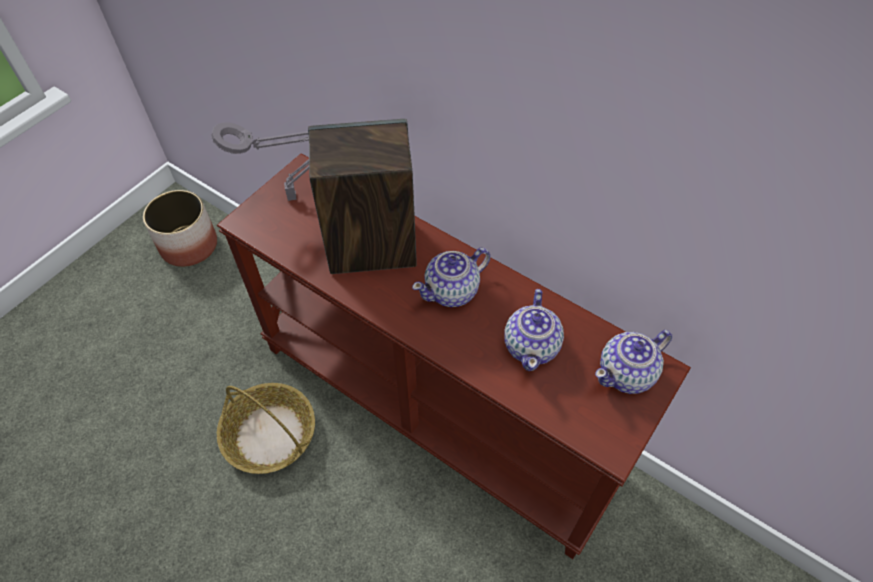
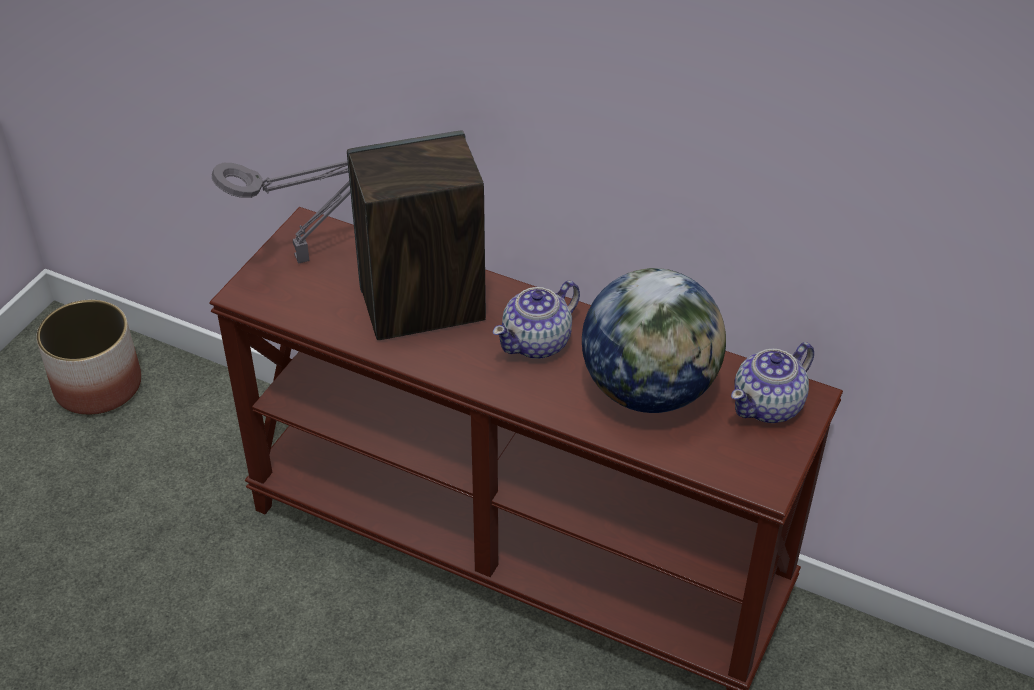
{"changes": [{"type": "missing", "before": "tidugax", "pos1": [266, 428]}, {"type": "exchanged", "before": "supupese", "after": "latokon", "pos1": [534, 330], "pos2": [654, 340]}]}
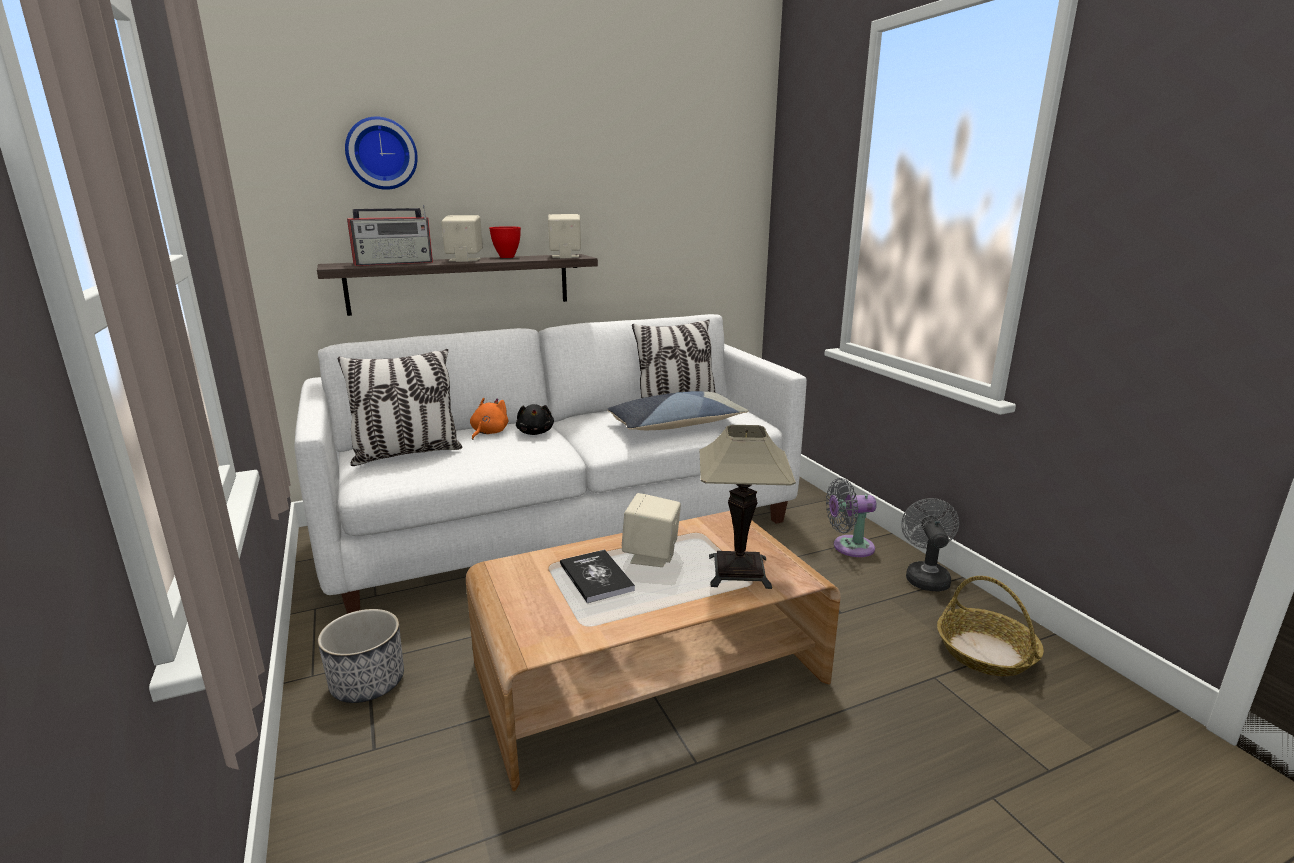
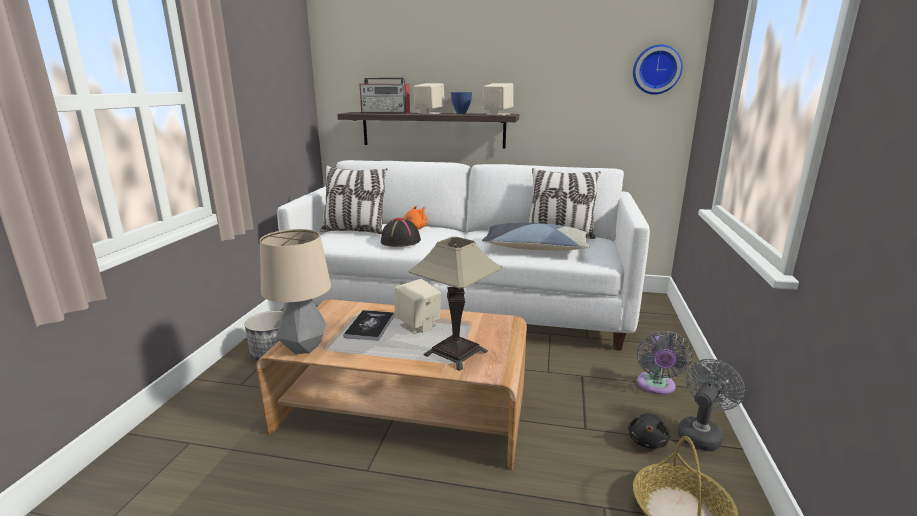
{"changes": [{"type": "relocated", "before": "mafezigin", "pos1": [381, 153], "pos2": [658, 69]}, {"type": "colour", "before": "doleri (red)", "after": "doleri (blue)", "pos1": [505, 242], "pos2": [461, 103]}, {"type": "relocated", "before": "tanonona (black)", "pos1": [535, 419], "pos2": [649, 431]}, {"type": "spun", "before": "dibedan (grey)", "pos1": [851, 517], "pos2": [664, 363], "turn": -105}, {"type": "appeared", "after": "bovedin", "pos2": [295, 291]}, {"type": "appeared", "after": "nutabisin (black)", "pos2": [401, 232]}]}
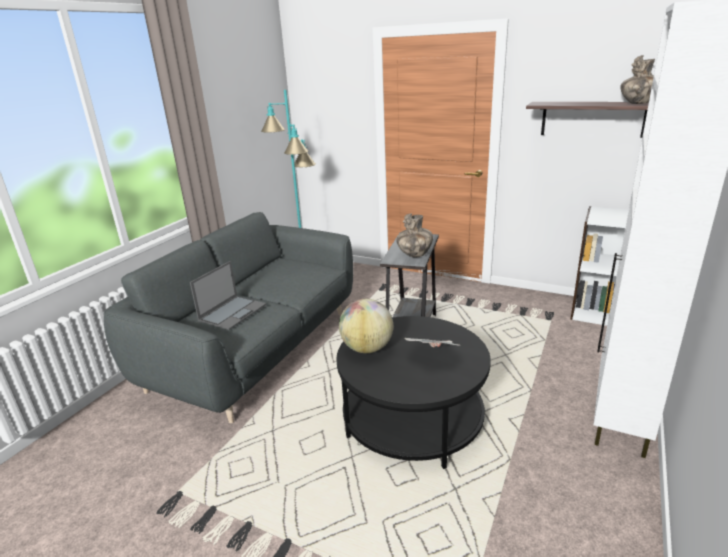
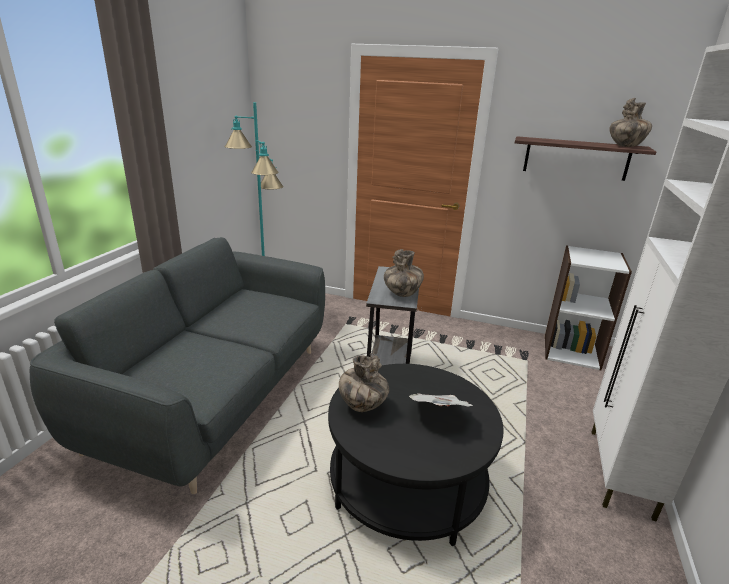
{"changes": [{"type": "missing", "before": "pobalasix", "pos1": [228, 295]}, {"type": "exchanged", "before": "latokon", "after": "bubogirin", "pos1": [366, 326], "pos2": [364, 382]}]}
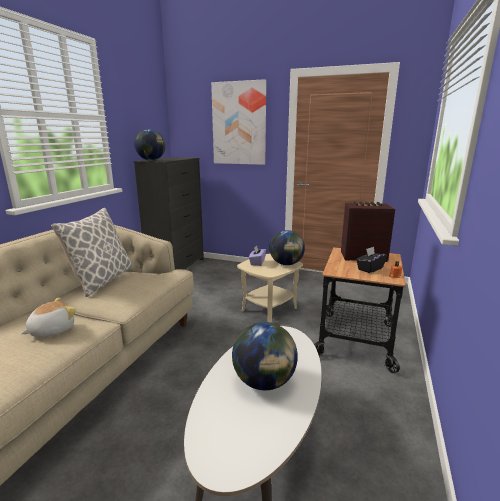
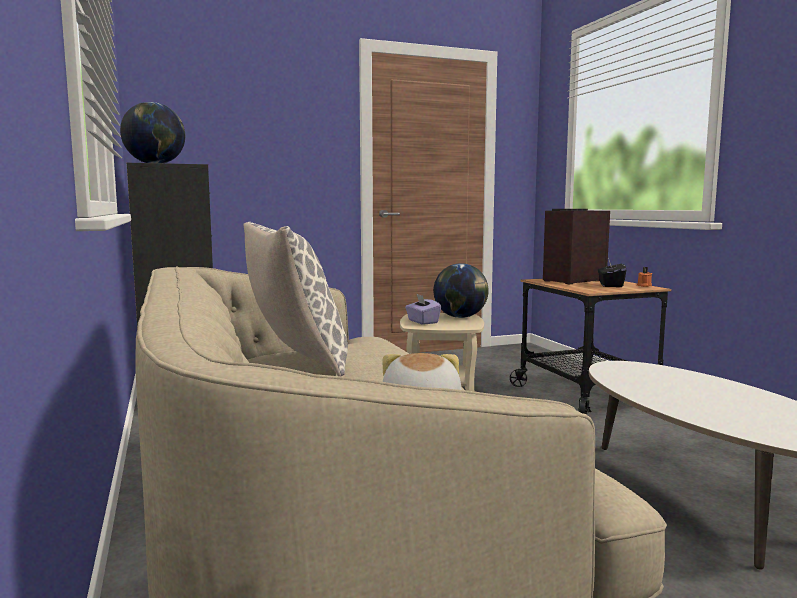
{"changes": [{"type": "missing", "before": "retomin", "pos1": [238, 122]}, {"type": "missing", "before": "latokon", "pos1": [265, 356]}]}
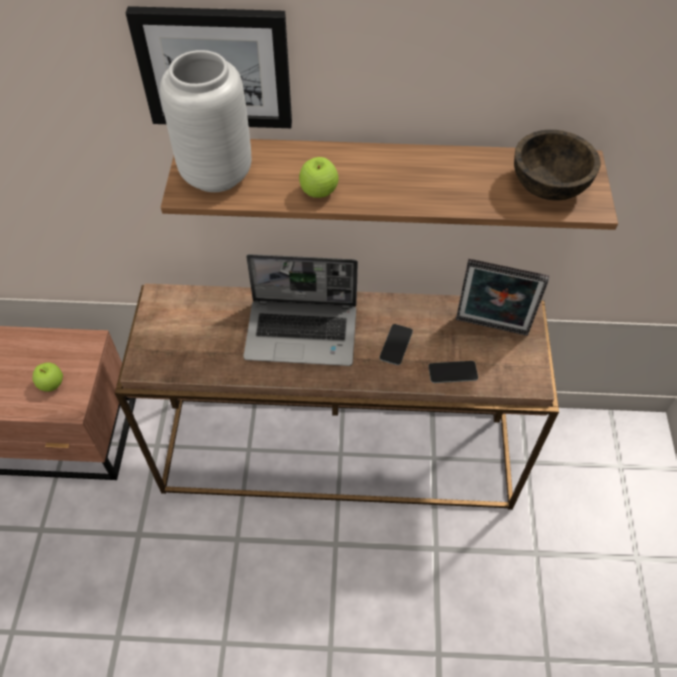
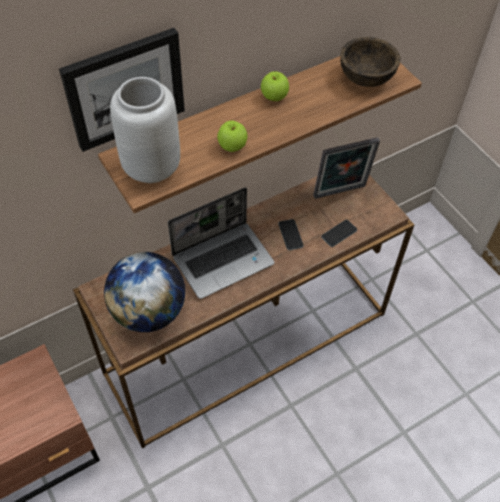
{"changes": [{"type": "relocated", "before": "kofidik", "pos1": [47, 377], "pos2": [275, 86]}, {"type": "appeared", "after": "latokon", "pos2": [144, 292]}]}
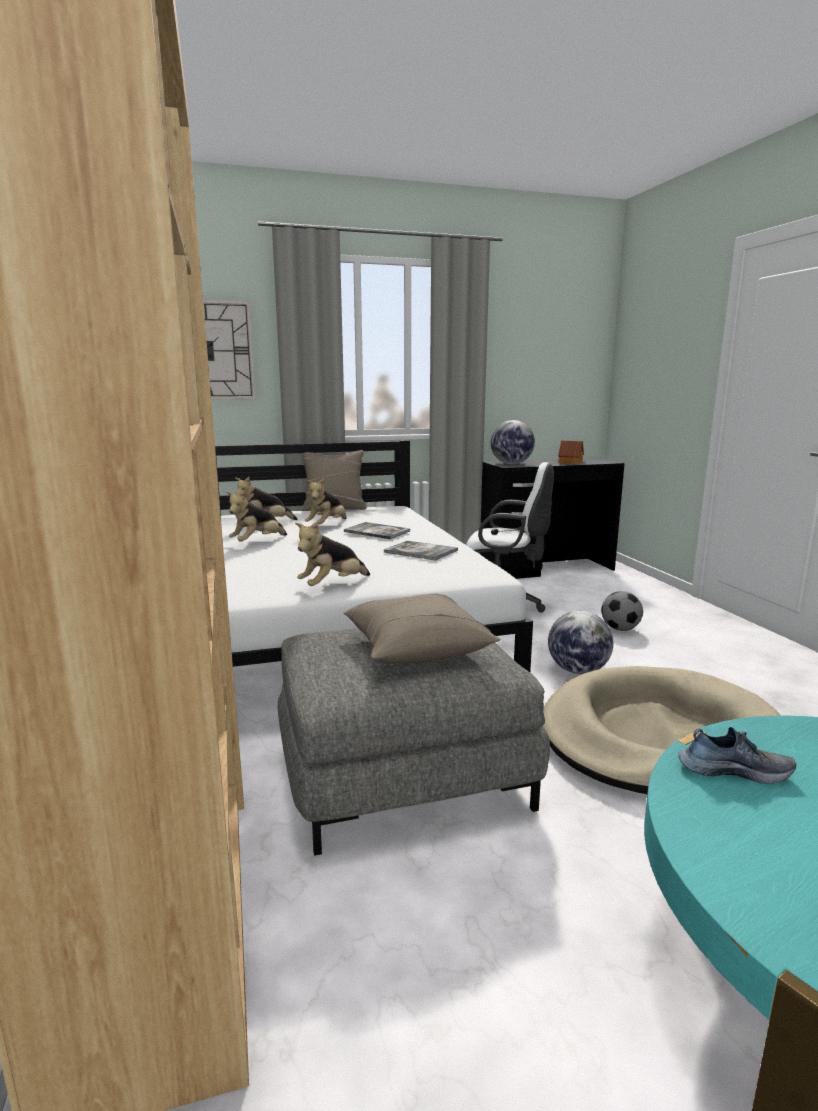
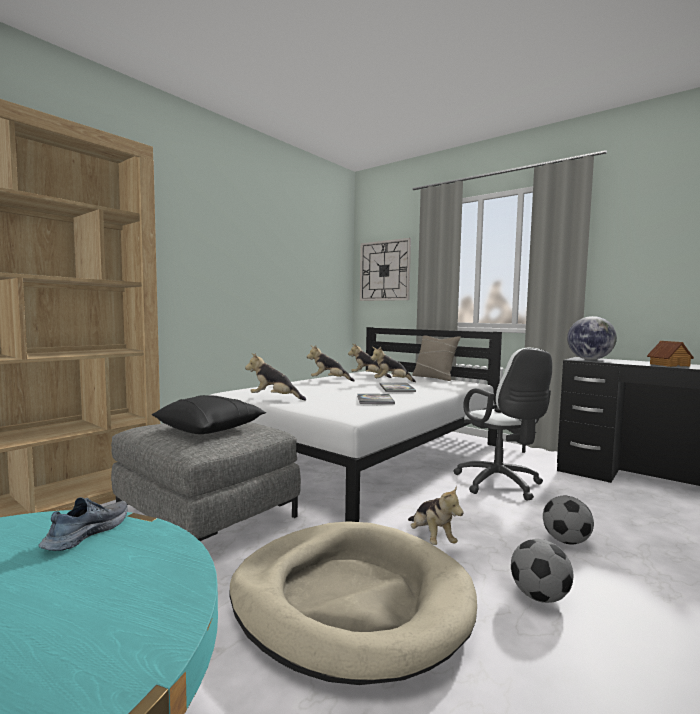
{"changes": [{"type": "colour", "before": "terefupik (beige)", "after": "terefupik (black)", "pos1": [422, 629], "pos2": [209, 414]}, {"type": "exchanged", "before": "latokon", "after": "tanonona", "pos1": [580, 642], "pos2": [436, 515]}, {"type": "spun", "before": "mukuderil", "pos1": [737, 755], "pos2": [83, 524], "turn": -135}, {"type": "appeared", "after": "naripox", "pos2": [542, 571]}]}
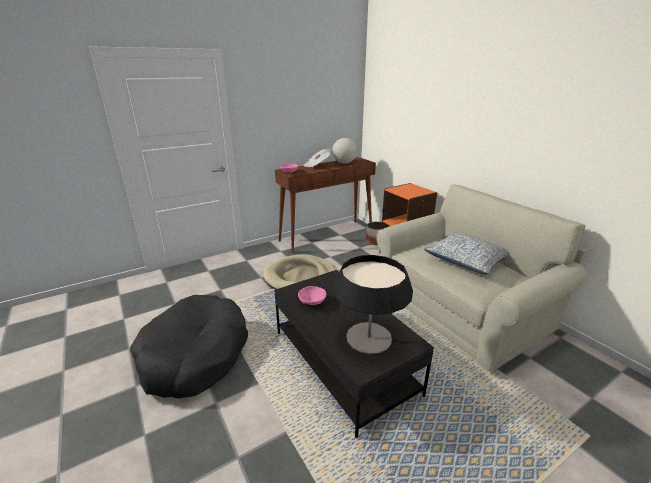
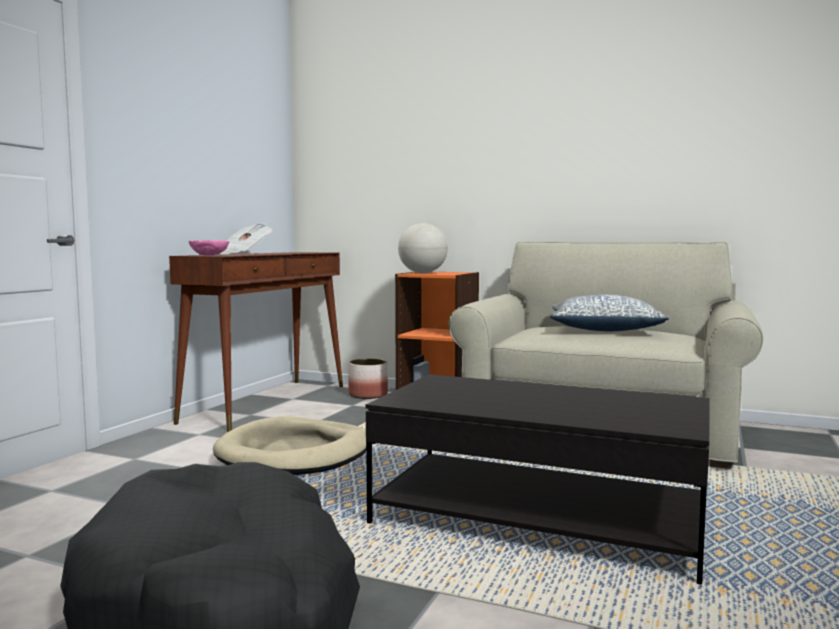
{"changes": [{"type": "missing", "before": "doleri (pink)", "pos1": [312, 295]}, {"type": "relocated", "before": "latokon", "pos1": [344, 151], "pos2": [423, 248]}, {"type": "missing", "before": "bovedin", "pos1": [373, 304]}]}
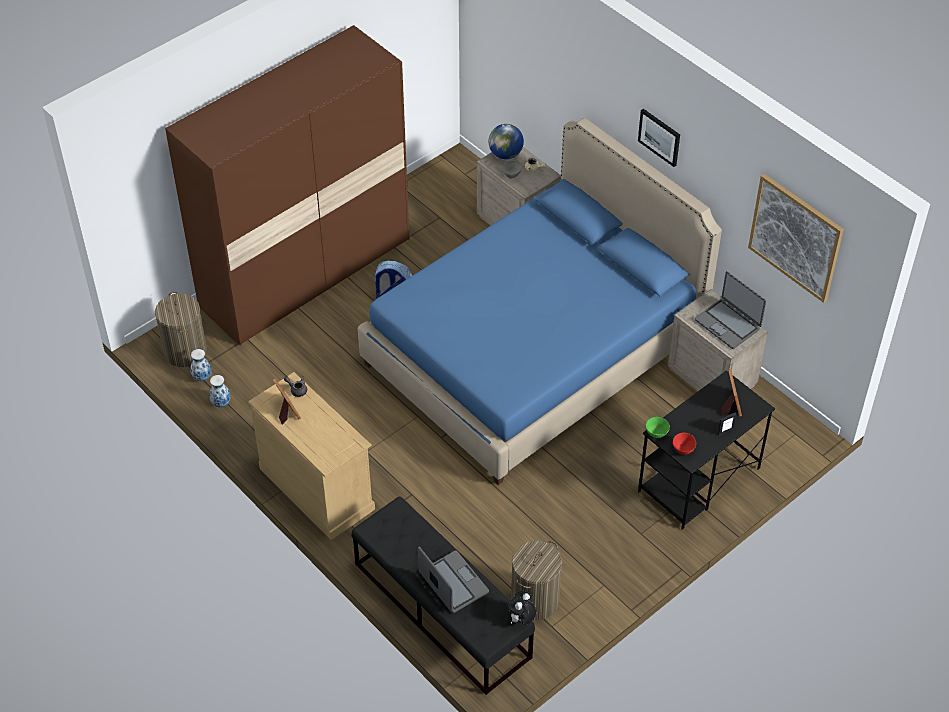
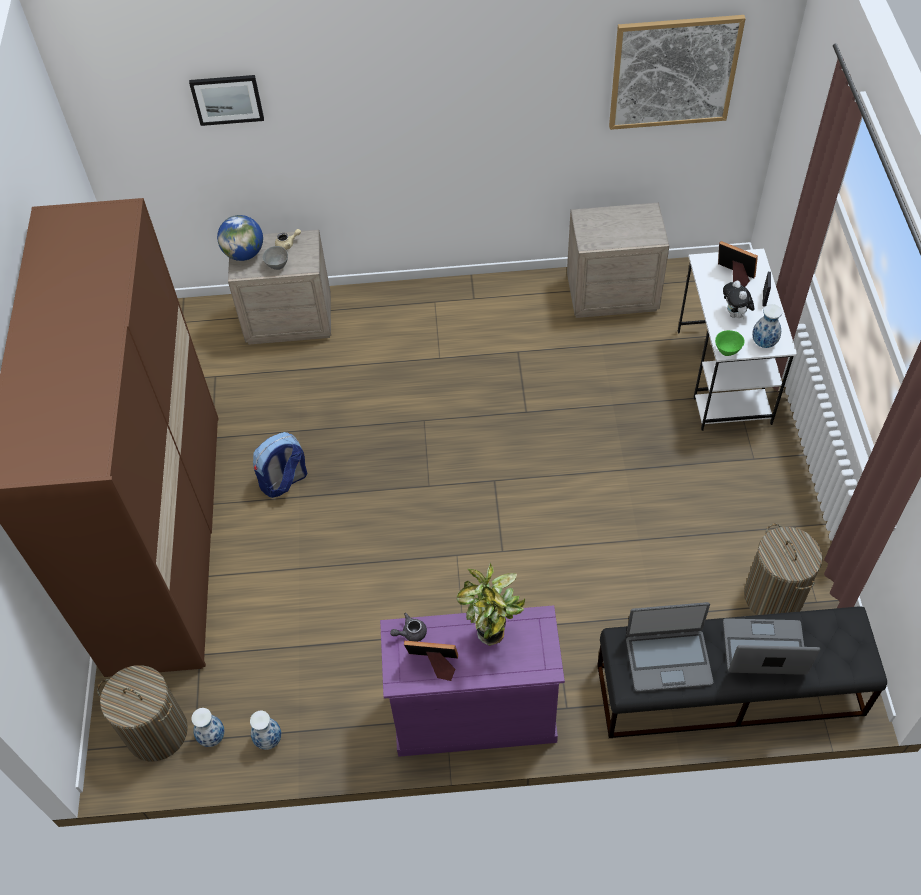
{"changes": [{"type": "colour", "before": "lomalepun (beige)", "after": "lomalepun (purple)", "pos1": [311, 456], "pos2": [472, 681]}, {"type": "missing", "before": "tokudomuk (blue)", "pos1": [540, 301]}, {"type": "relocated", "before": "tanonona", "pos1": [522, 608], "pos2": [738, 299]}, {"type": "relocated", "before": "retomin", "pos1": [659, 138], "pos2": [226, 100]}, {"type": "colour", "before": "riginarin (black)", "after": "riginarin (white)", "pos1": [706, 450], "pos2": [737, 340]}, {"type": "exchanged", "before": "doleri (red)", "after": "bubogirin", "pos1": [684, 444], "pos2": [767, 326]}, {"type": "relocated", "before": "pobalasix", "pos1": [730, 310], "pos2": [669, 647]}, {"type": "appeared", "after": "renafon", "pos2": [491, 604]}]}
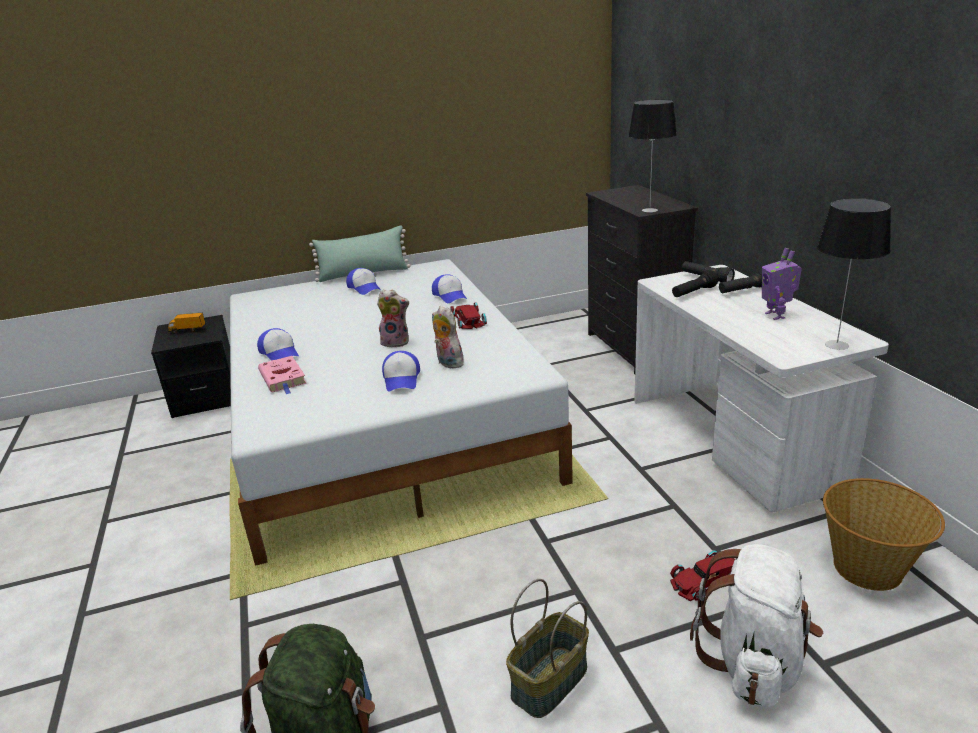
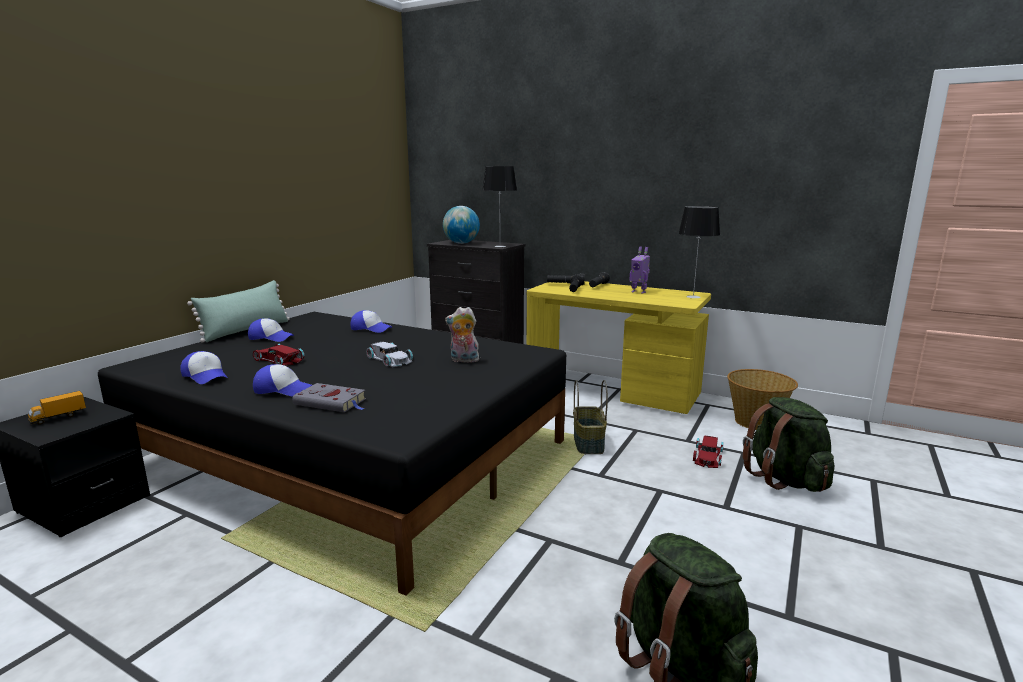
{"changes": [{"type": "colour", "before": "tokudomuk (white)", "after": "tokudomuk (black)", "pos1": [401, 412], "pos2": [332, 454]}, {"type": "colour", "before": "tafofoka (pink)", "after": "tafofoka (grey)", "pos1": [282, 375], "pos2": [329, 397]}, {"type": "exchanged", "before": "tanonona", "after": "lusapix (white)", "pos1": [393, 318], "pos2": [389, 354]}, {"type": "relocated", "before": "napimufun", "pos1": [401, 371], "pos2": [204, 367]}, {"type": "relocated", "before": "lusapix (red)", "pos1": [468, 315], "pos2": [278, 355]}, {"type": "relocated", "before": "tidugax", "pos1": [547, 648], "pos2": [590, 417]}, {"type": "colour", "before": "riginarin (white)", "after": "riginarin (yellow)", "pos1": [761, 388], "pos2": [618, 347]}, {"type": "colour", "before": "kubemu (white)", "after": "kubemu (green)", "pos1": [756, 625], "pos2": [788, 444]}, {"type": "appeared", "after": "latokon", "pos2": [461, 225]}]}
